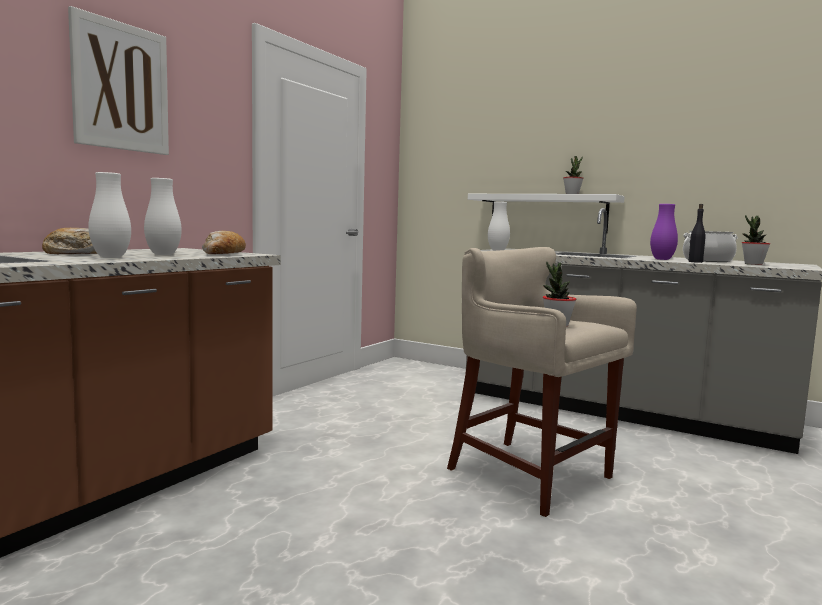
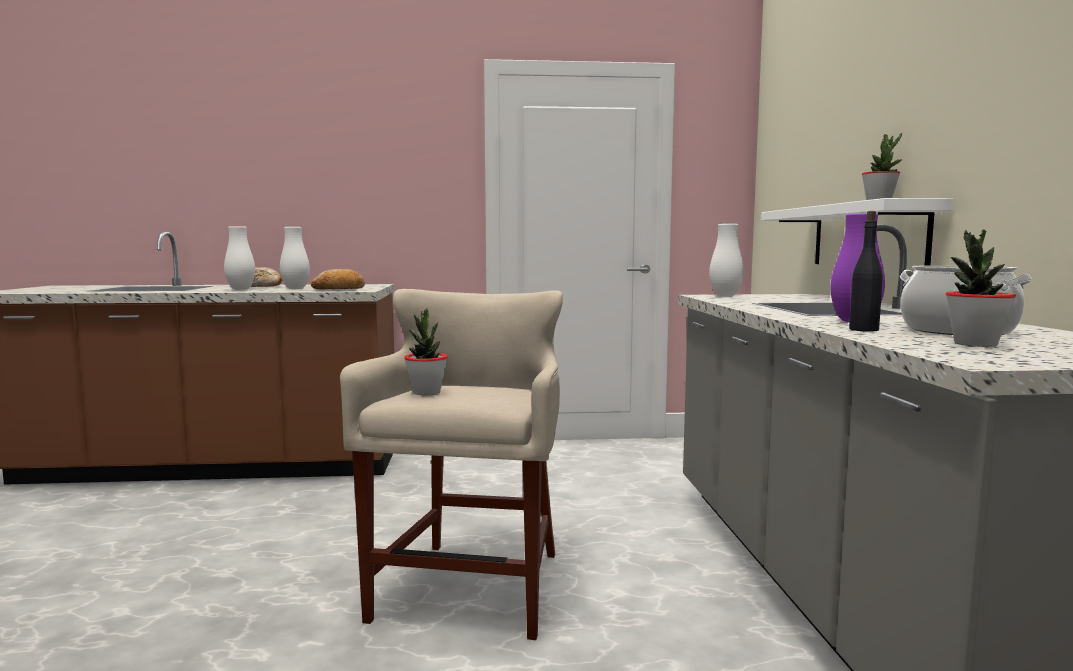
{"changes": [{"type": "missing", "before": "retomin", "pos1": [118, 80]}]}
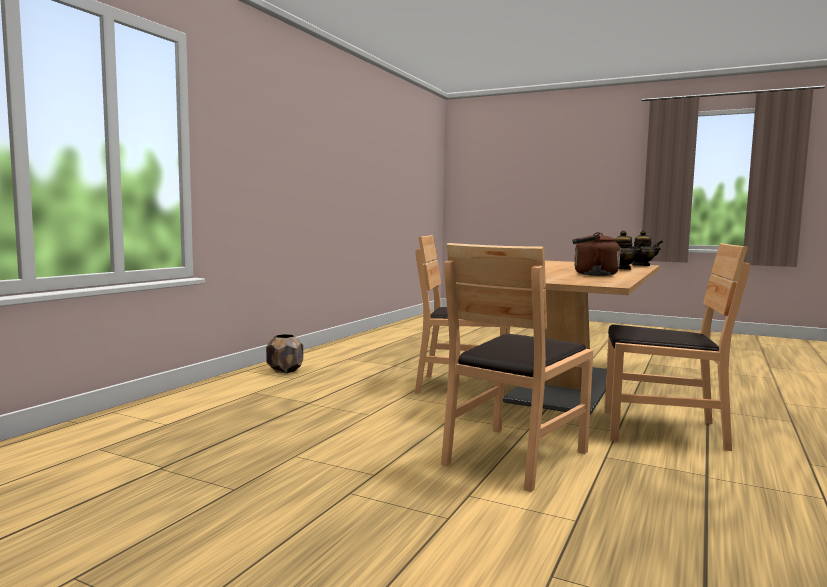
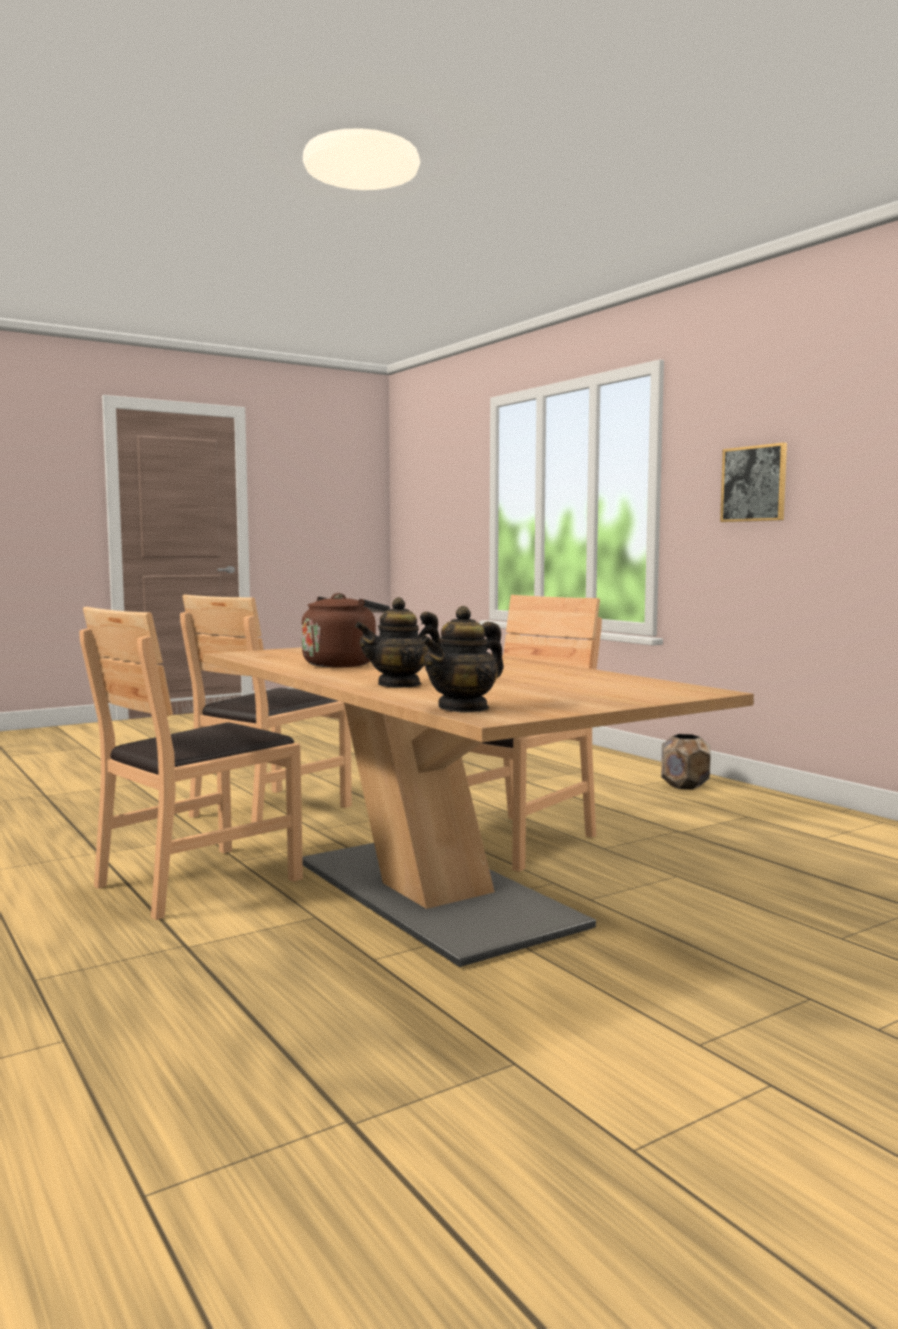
{"changes": [{"type": "spun", "before": "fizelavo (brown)", "pos1": [517, 367], "pos2": [266, 709], "turn": -120}, {"type": "appeared", "after": "retomin", "pos2": [753, 482]}]}
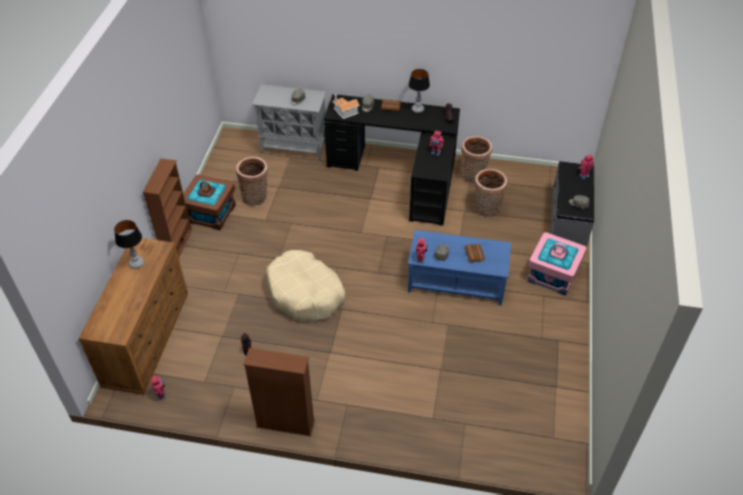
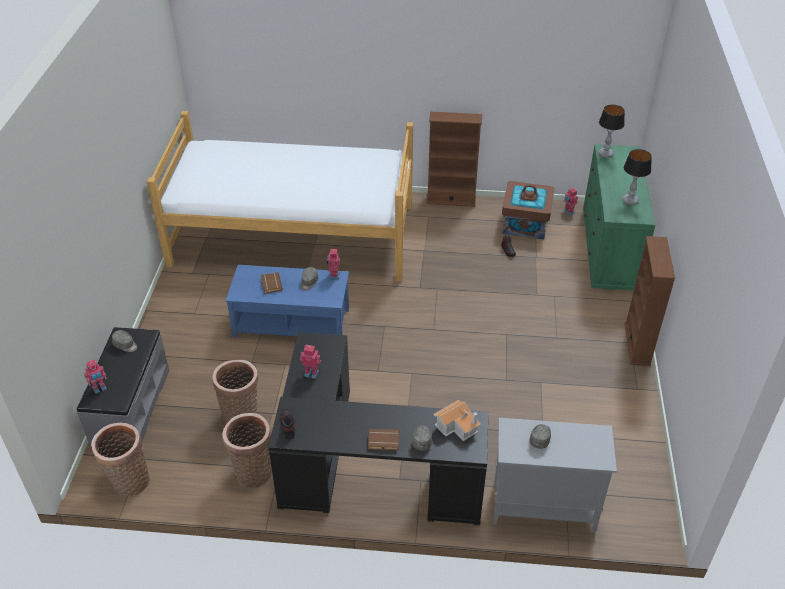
{"changes": [{"type": "colour", "before": "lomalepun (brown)", "after": "lomalepun (green)", "pos1": [133, 316], "pos2": [619, 217]}, {"type": "relocated", "before": "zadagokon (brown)", "pos1": [209, 202], "pos2": [528, 210]}, {"type": "relocated", "before": "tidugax", "pos1": [252, 181], "pos2": [120, 459]}, {"type": "missing", "before": "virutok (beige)", "pos1": [306, 285]}, {"type": "relocated", "before": "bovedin", "pos1": [419, 91], "pos2": [611, 131]}, {"type": "missing", "before": "zadagokon (pink)", "pos1": [557, 264]}, {"type": "appeared", "after": "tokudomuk", "pos2": [280, 196]}]}
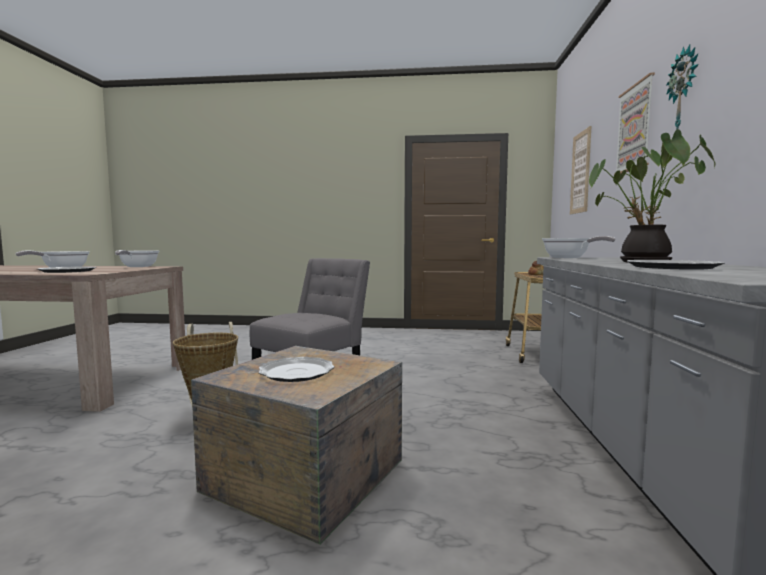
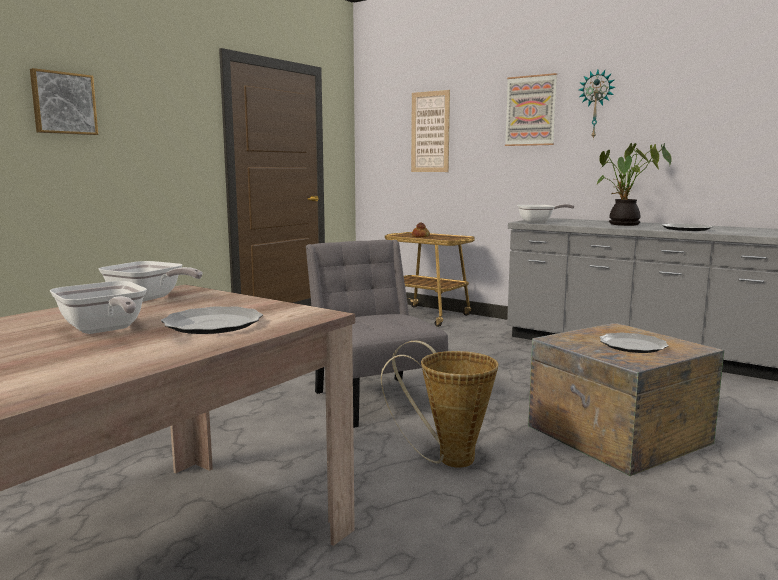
{"changes": [{"type": "appeared", "after": "retomin", "pos2": [64, 101]}]}
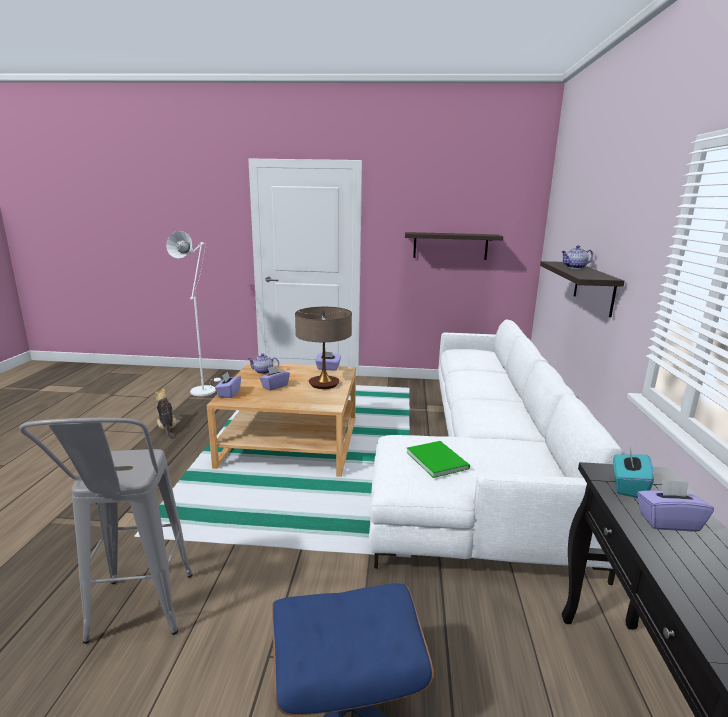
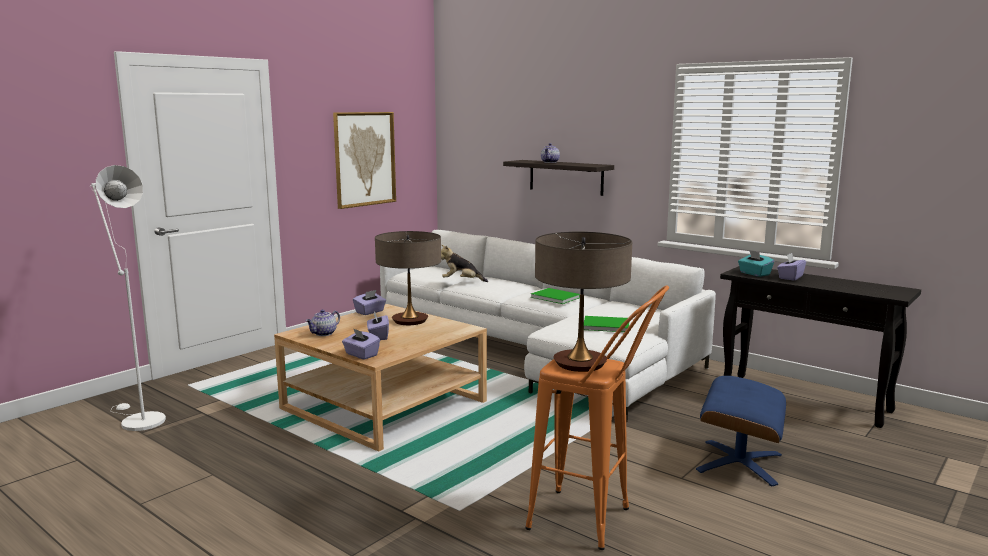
{"changes": [{"type": "colour", "before": "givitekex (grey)", "after": "givitekex (orange)", "pos1": [106, 531], "pos2": [597, 418]}, {"type": "relocated", "before": "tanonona", "pos1": [167, 413], "pos2": [464, 263]}, {"type": "exchanged", "before": "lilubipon", "after": "retomin", "pos1": [454, 246], "pos2": [364, 160]}, {"type": "appeared", "after": "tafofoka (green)", "pos2": [555, 296]}, {"type": "appeared", "after": "bovedin", "pos2": [583, 302]}]}
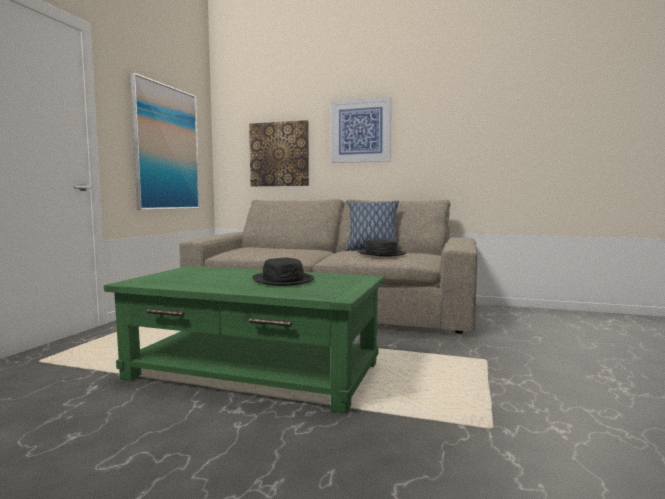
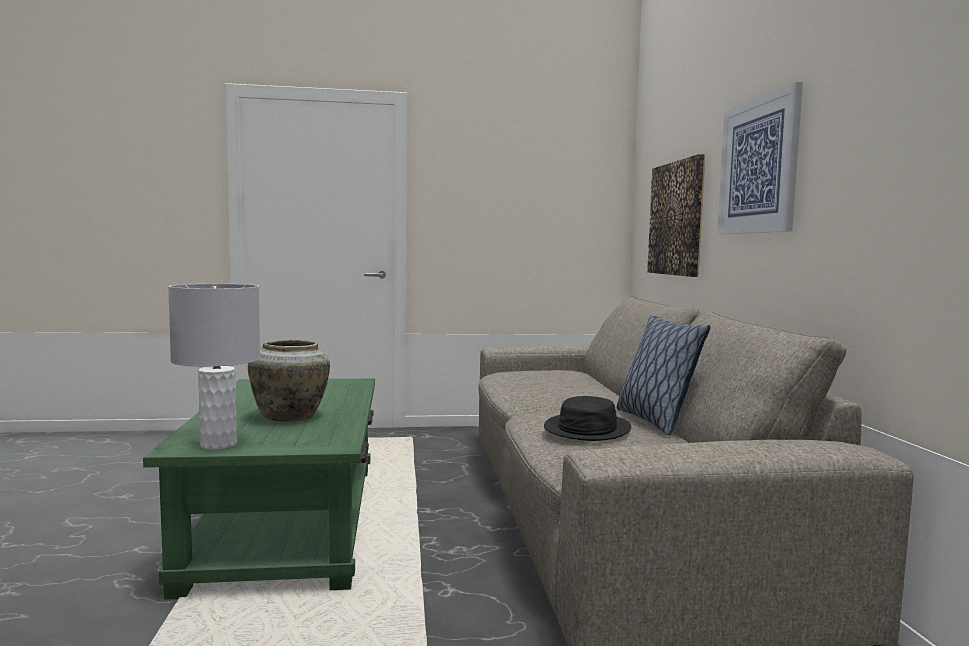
{"changes": [{"type": "missing", "before": "retomin", "pos1": [165, 141]}, {"type": "exchanged", "before": "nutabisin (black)", "after": "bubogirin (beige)", "pos1": [283, 271], "pos2": [289, 381]}, {"type": "appeared", "after": "bovedin (grey)", "pos2": [214, 367]}]}
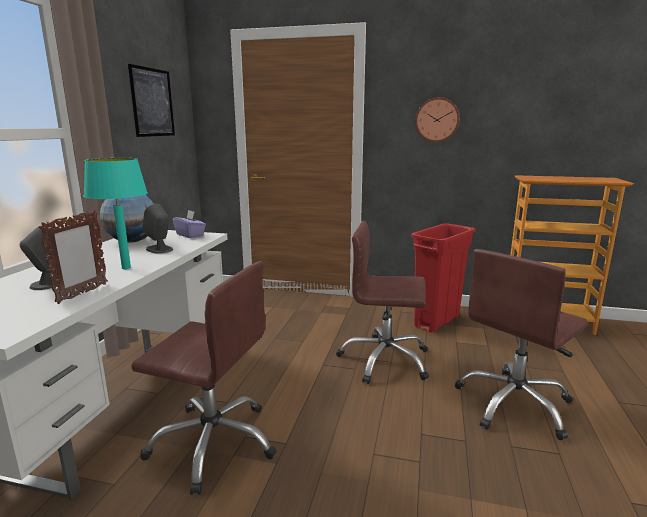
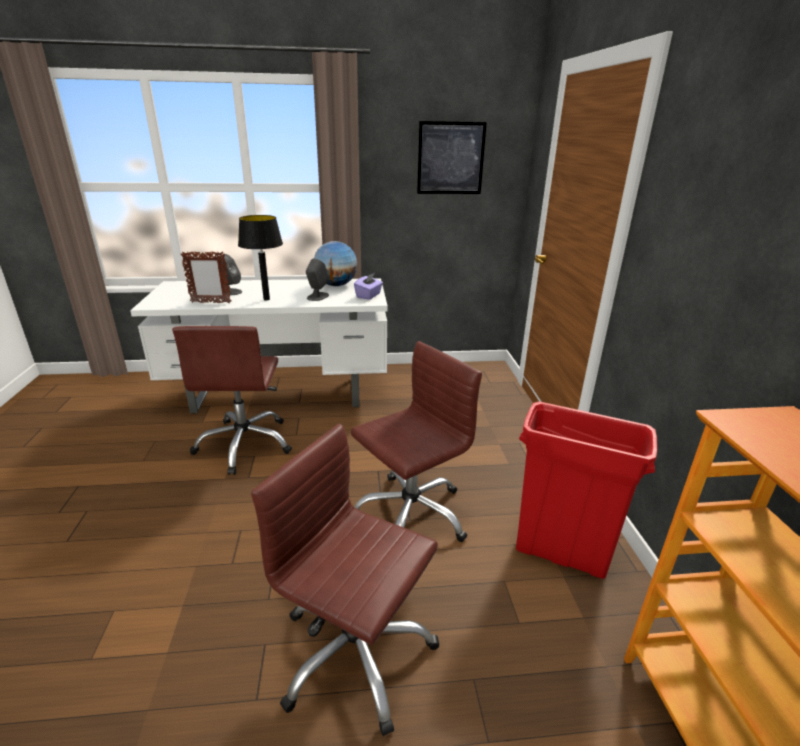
{"changes": [{"type": "colour", "before": "bovedin (turquoise)", "after": "bovedin (black)", "pos1": [116, 213], "pos2": [260, 257]}, {"type": "spun", "before": "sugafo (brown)", "pos1": [382, 302], "pos2": [416, 441], "turn": 60}, {"type": "missing", "before": "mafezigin", "pos1": [437, 119]}]}
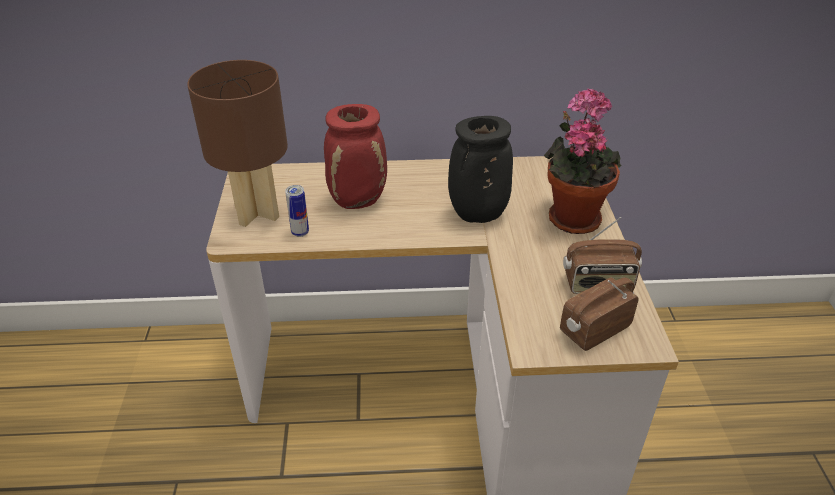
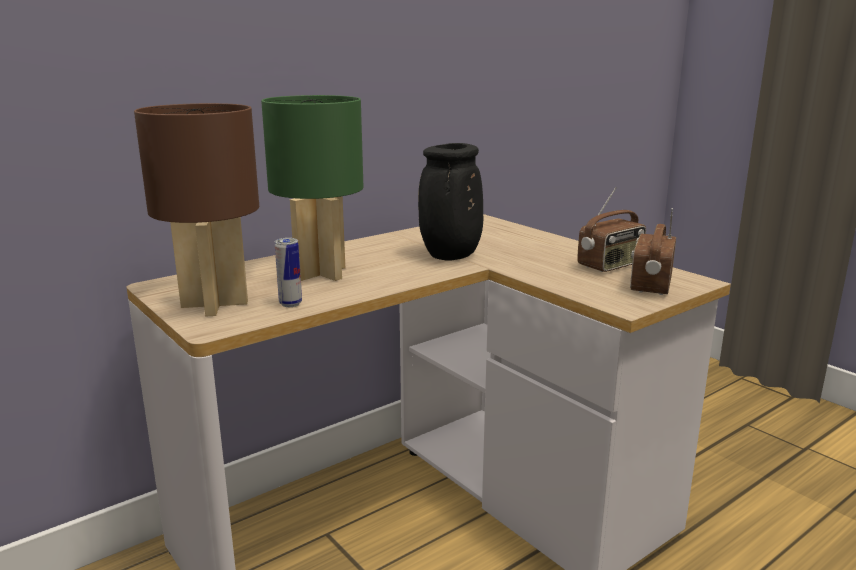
{"changes": [{"type": "exchanged", "before": "bubogirin (red)", "after": "bovedin (green)", "pos1": [355, 156], "pos2": [312, 188]}, {"type": "missing", "before": "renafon", "pos1": [582, 161]}]}
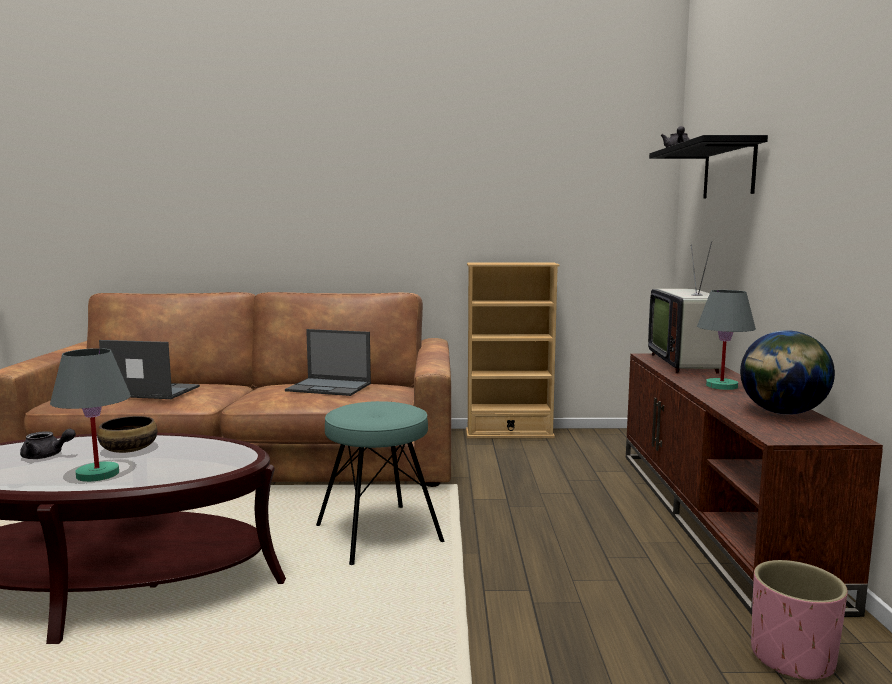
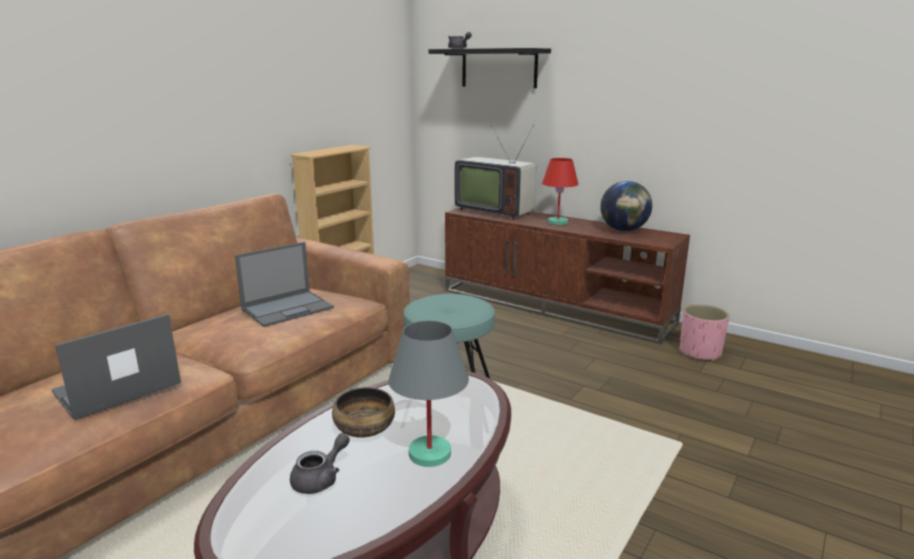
{"changes": [{"type": "colour", "before": "bovedin (grey)", "after": "bovedin (red)", "pos1": [726, 340], "pos2": [560, 191]}]}
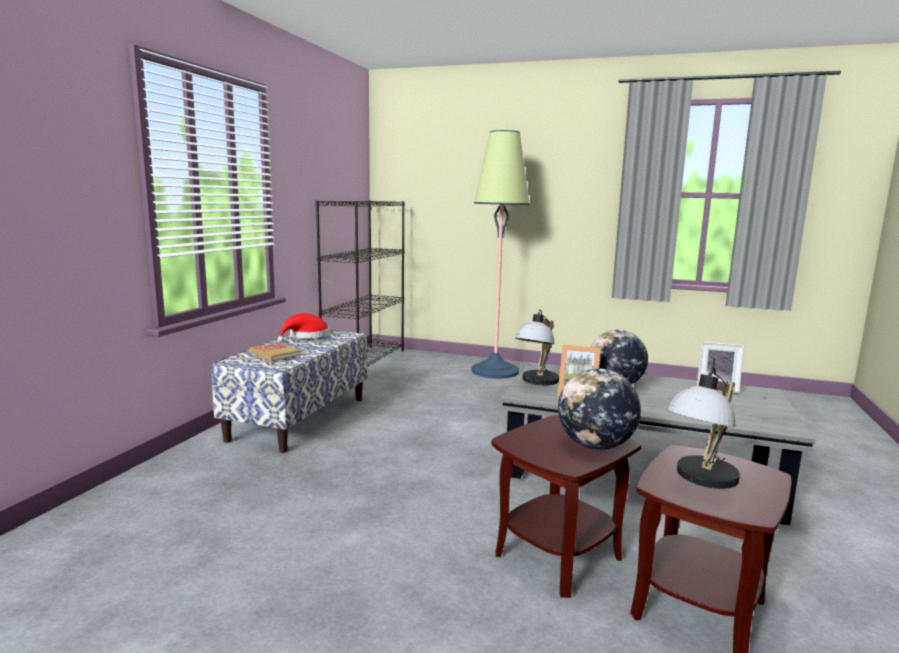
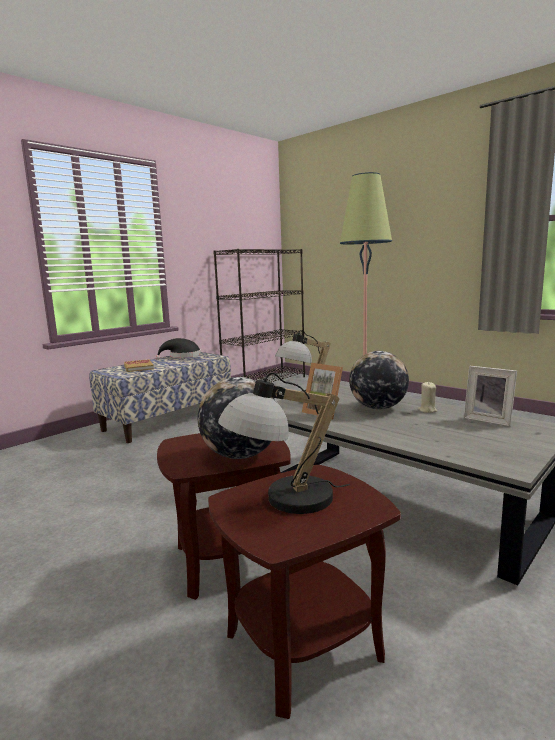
{"changes": [{"type": "colour", "before": "nutabisin (red)", "after": "nutabisin (black)", "pos1": [303, 327], "pos2": [178, 349]}, {"type": "appeared", "after": "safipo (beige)", "pos2": [427, 397]}]}
